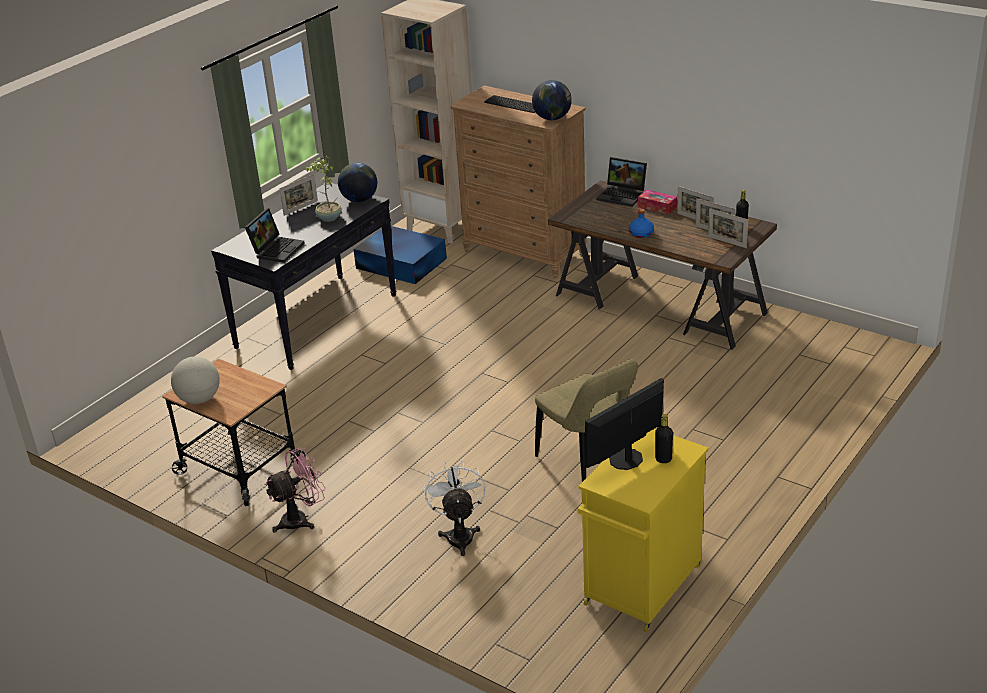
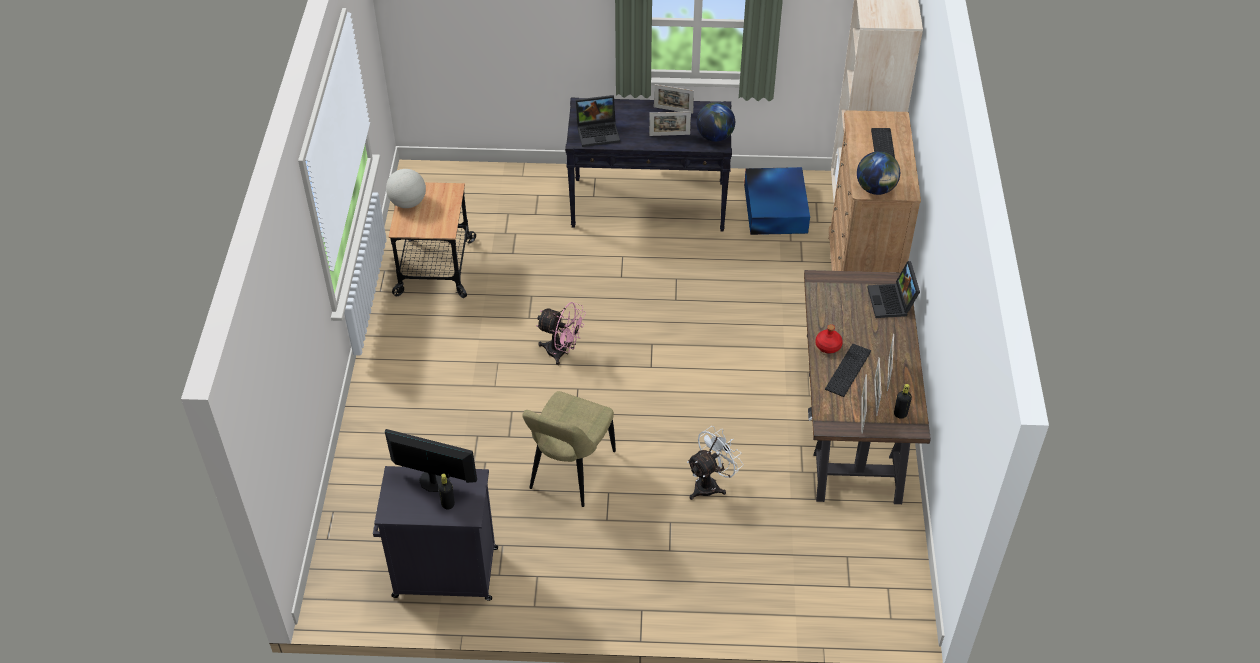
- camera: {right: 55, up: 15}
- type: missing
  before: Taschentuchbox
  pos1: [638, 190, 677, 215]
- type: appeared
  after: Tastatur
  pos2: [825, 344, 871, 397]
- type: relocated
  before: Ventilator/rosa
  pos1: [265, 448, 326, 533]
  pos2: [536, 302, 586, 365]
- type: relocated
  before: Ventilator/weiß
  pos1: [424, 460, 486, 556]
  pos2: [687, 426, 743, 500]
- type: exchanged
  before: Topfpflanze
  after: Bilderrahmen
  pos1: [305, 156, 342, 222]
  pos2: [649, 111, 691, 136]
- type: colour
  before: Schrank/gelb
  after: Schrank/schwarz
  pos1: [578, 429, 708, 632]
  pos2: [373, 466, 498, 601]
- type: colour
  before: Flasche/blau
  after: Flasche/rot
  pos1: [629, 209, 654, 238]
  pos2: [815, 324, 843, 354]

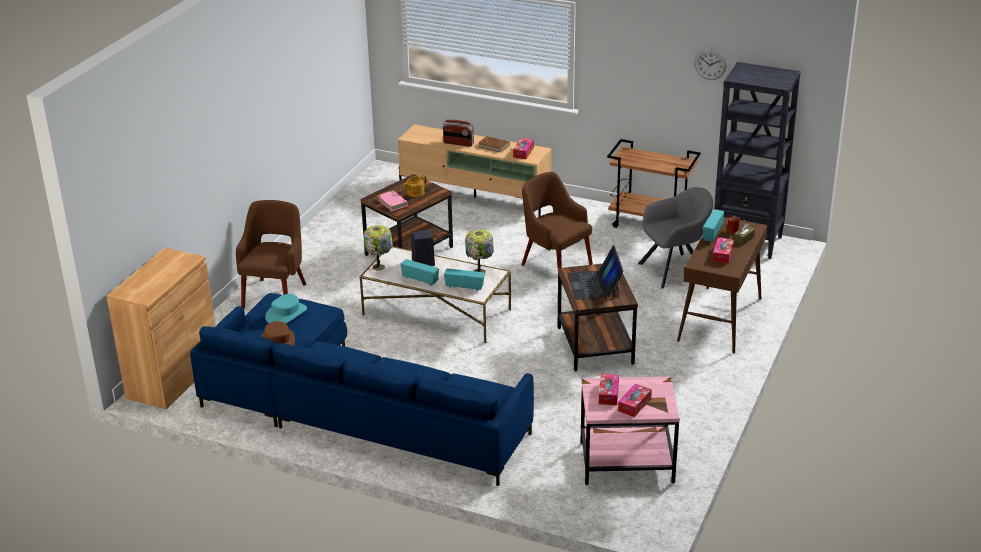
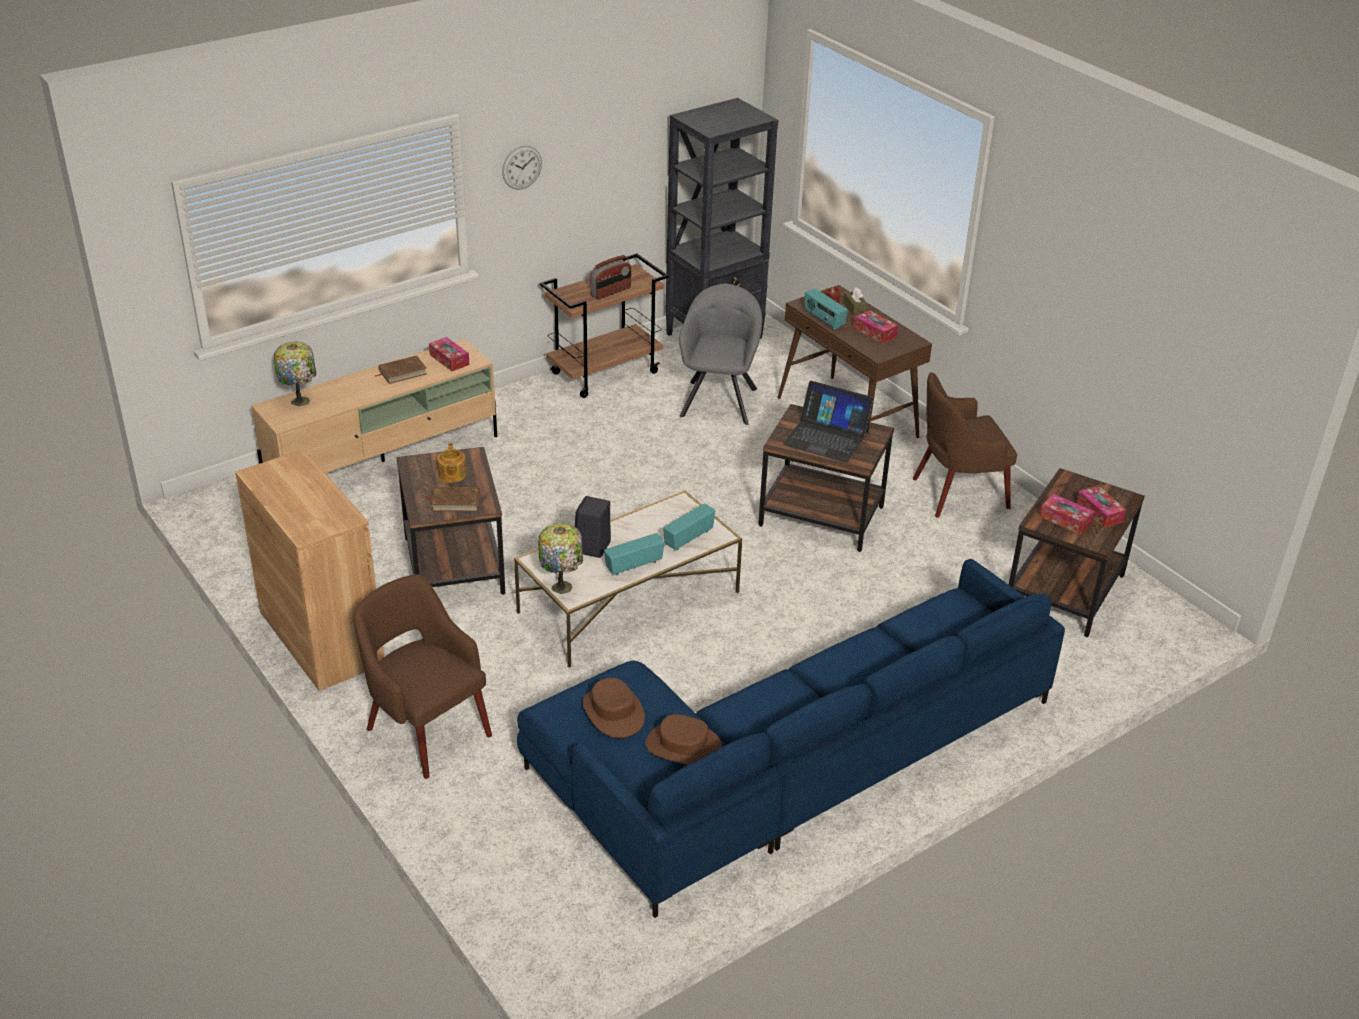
- camera: {right: -60, up: 5}
- type: relocated
  before: Schrank/braun
  pos1: [106, 248, 215, 410]
  pos2: [235, 449, 384, 691]
- type: relocated
  before: Radio
  pos1: [443, 120, 474, 147]
  pos2: [590, 255, 631, 300]
- type: relocated
  before: Tischlampe
  pos1: [465, 230, 494, 273]
  pos2: [273, 342, 316, 406]
- type: relocated
  before: Sessel/braun
  pos1: [521, 172, 593, 268]
  pos2: [913, 372, 1017, 518]
- type: relocated
  before: Wanduhr
  pos1: [695, 50, 726, 80]
  pos2: [502, 146, 542, 190]
- type: colour
  before: Hut/türkis
  after: Hut/braun
  pos1: [265, 294, 307, 323]
  pos2: [583, 678, 645, 738]
- type: colour
  before: Buch/rosa
  after: Buch/braun
  pos1: [377, 191, 408, 211]
  pos2: [426, 487, 480, 512]
- type: colour
  before: Beistelltisch/rosa
  after: Beistelltisch/braun
  pos1: [581, 377, 680, 485]
  pos2: [1009, 468, 1145, 637]

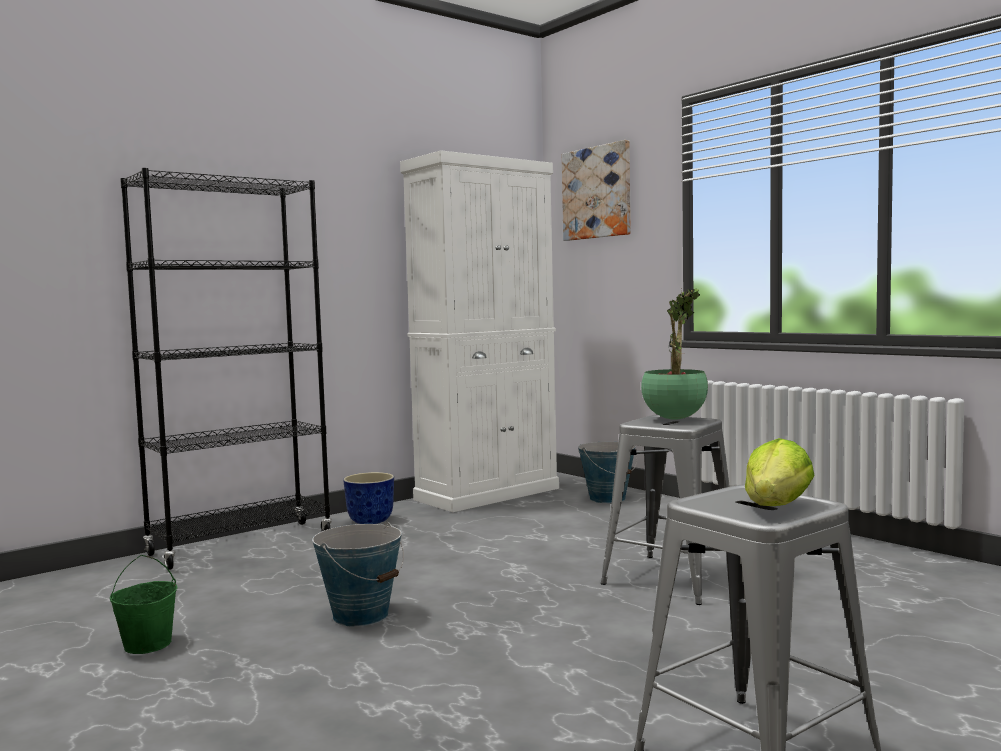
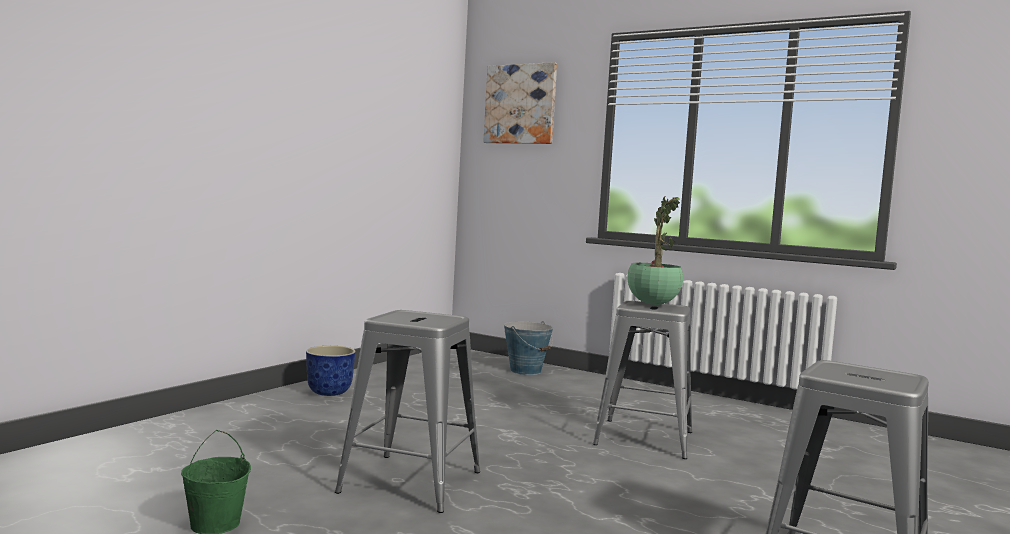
- camera: {right: -20, up: 0}
- type: missing
  before: Bücherregal/schwarz
  pos1: [120, 168, 332, 570]
- type: missing
  before: Schrank/weiß
  pos1: [400, 150, 559, 512]
- type: missing
  before: Salatkopf
  pos1: [745, 438, 815, 506]
- type: exchanged
  before: Eimer
  after: Hocker/grau
  pos1: [312, 522, 404, 627]
  pos2: [335, 310, 480, 513]

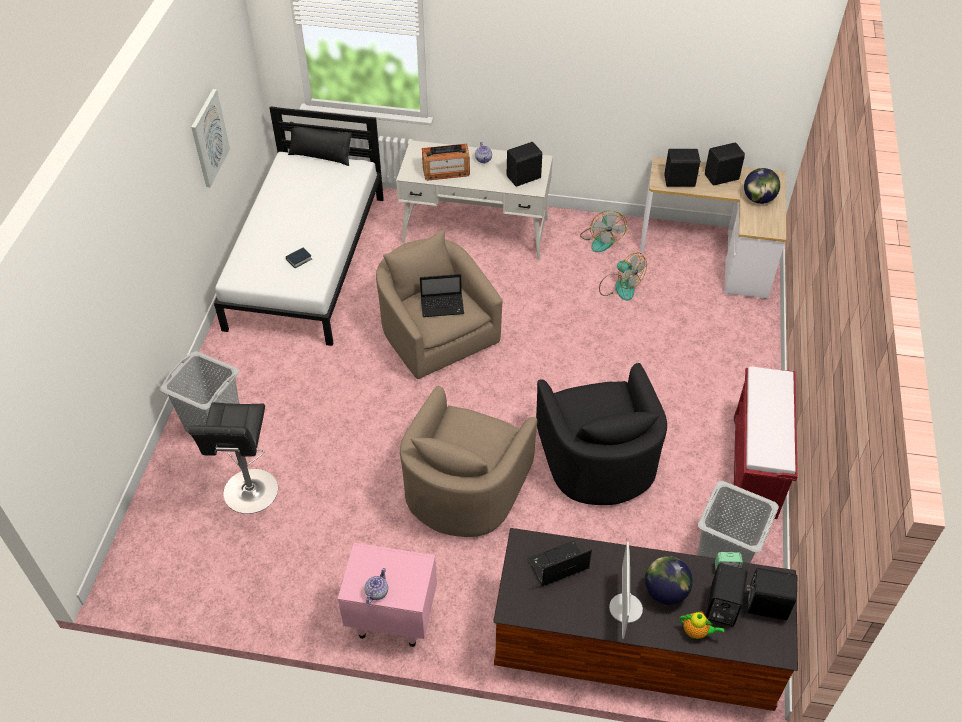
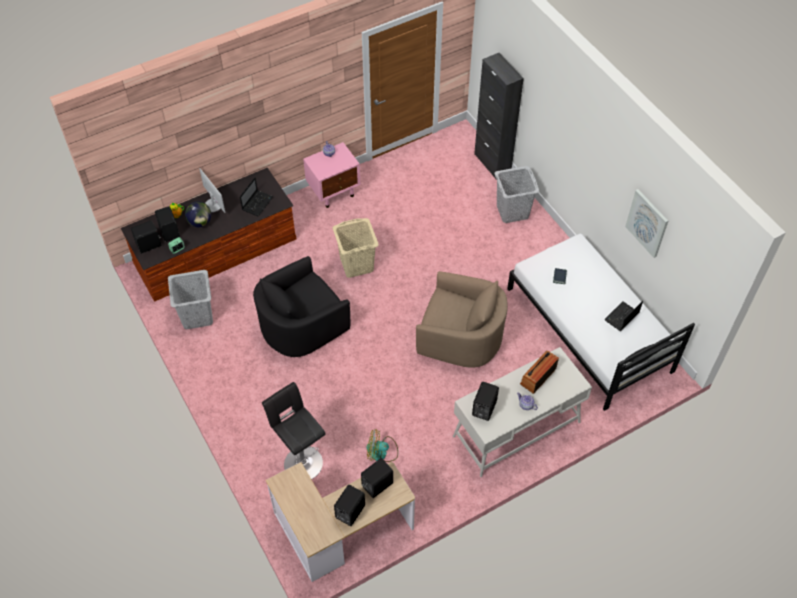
- camera: {right: 140, up: 5}
- type: missing
  before: Ventilator
  pos1: [580, 211, 627, 252]
- type: missing
  before: Bank/rot
  pos1: [734, 366, 798, 519]
- type: missing
  before: Globus
  pos1: [744, 168, 780, 204]
- type: appeared
  after: Schrank/schwarz
  pos2: [474, 53, 524, 179]
- type: relocated
  before: Hocker/schwarz
  pos1: [188, 402, 278, 514]
  pos2: [262, 382, 326, 479]
- type: relocated
  before: Laptop
  pos1: [420, 274, 464, 317]
  pos2: [604, 301, 643, 331]
- type: exchanged
  before: Sessel/beige
  after: Wäschekorb/beige
  pos1: [400, 386, 537, 537]
  pos2: [332, 218, 379, 278]
- type: spun
  before: Sessel/schwarz
  pos1: [536, 363, 667, 505]
  pos2: [253, 256, 351, 357]
  turn: -75

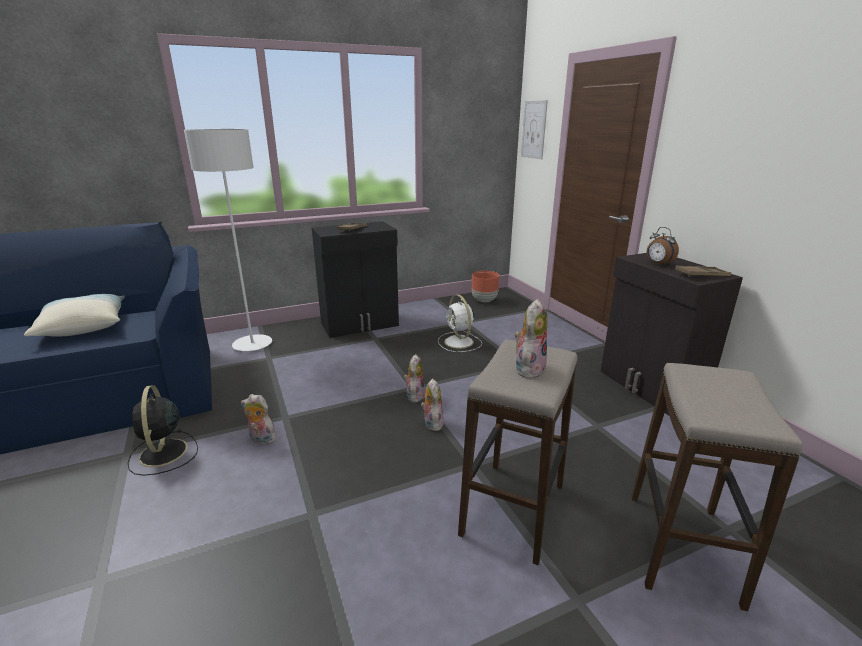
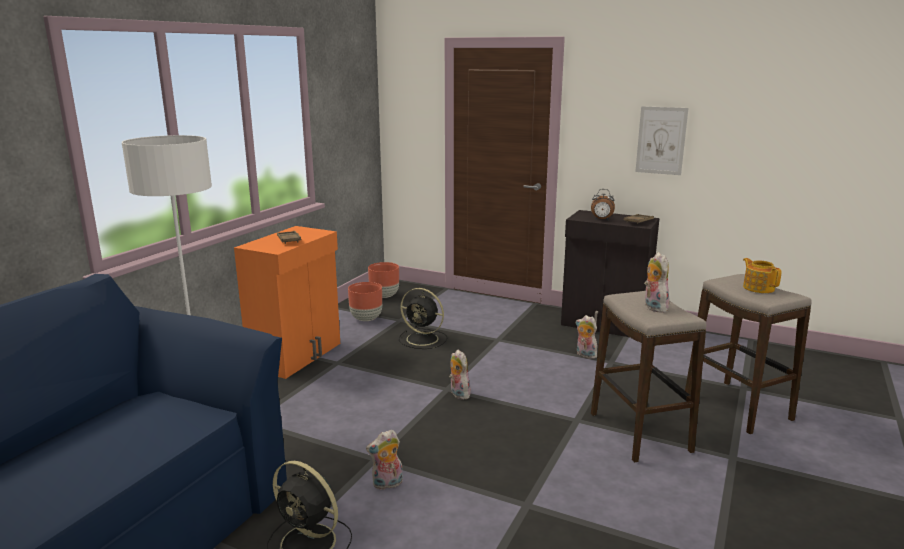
- camera: {right: -40, up: -5}
- type: missing
  before: Kissen
  pos1: [24, 294, 125, 337]
- type: appeared
  after: Pflanzkübel/braun
  pos2: [348, 282, 382, 321]
- type: appeared
  after: Teekanne
  pos2: [743, 258, 781, 293]
- type: relocated
  before: Plüschtier
  pos1: [421, 378, 444, 431]
  pos2: [575, 315, 598, 359]
- type: relocated
  before: Bild
  pos1: [521, 100, 548, 159]
  pos2: [635, 106, 688, 175]
- type: colour
  before: Schrank/schwarz
  after: Schrank/orange
  pos1: [312, 221, 399, 338]
  pos2: [234, 226, 340, 379]
- type: colour
  before: Ventilator/weiß
  after: Ventilator/schwarz
  pos1: [438, 295, 482, 352]
  pos2: [399, 288, 448, 349]

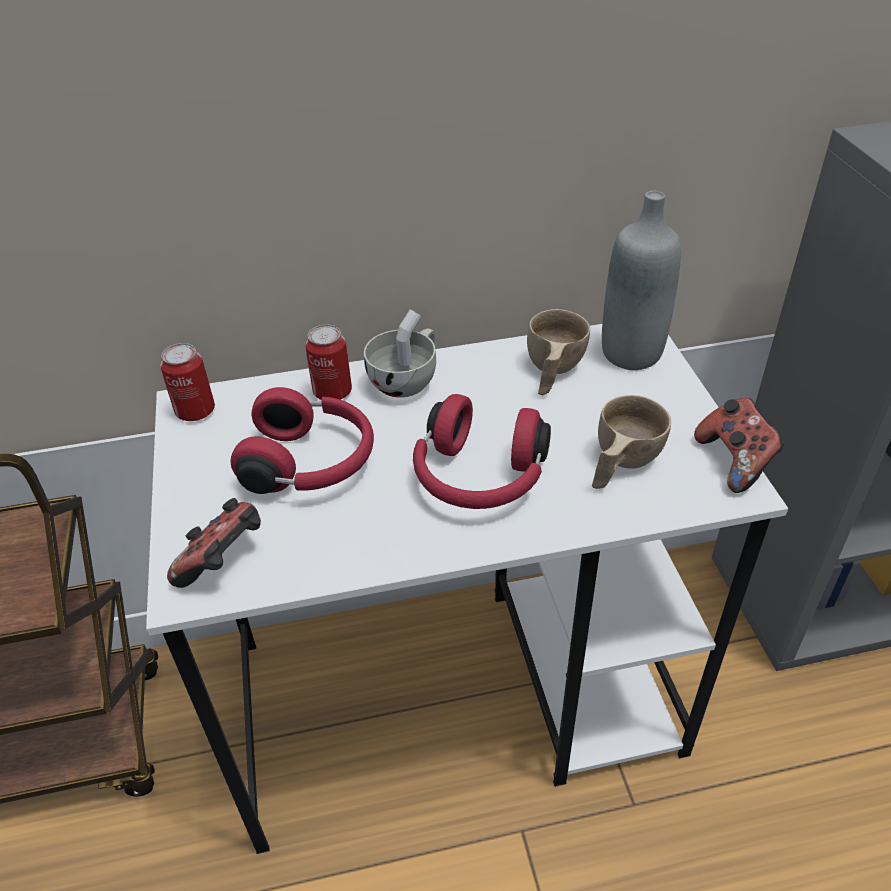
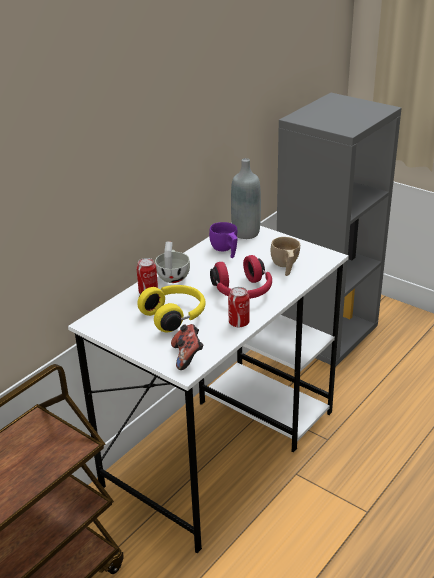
- camera: {right: -40, up: -10}
- type: missing
  before: Gamepad
  pos1: [694, 398, 785, 493]
- type: relocated
  before: Dose
  pos1: [160, 343, 215, 421]
  pos2: [228, 287, 250, 327]
- type: colour
  before: Kopfhörer/rot
  after: Kopfhörer/gelb
  pos1: [231, 387, 374, 494]
  pos2: [137, 285, 206, 332]
- type: colour
  before: Tasse/beige
  after: Tasse/lila
  pos1: [527, 309, 590, 395]
  pos2: [209, 222, 238, 258]

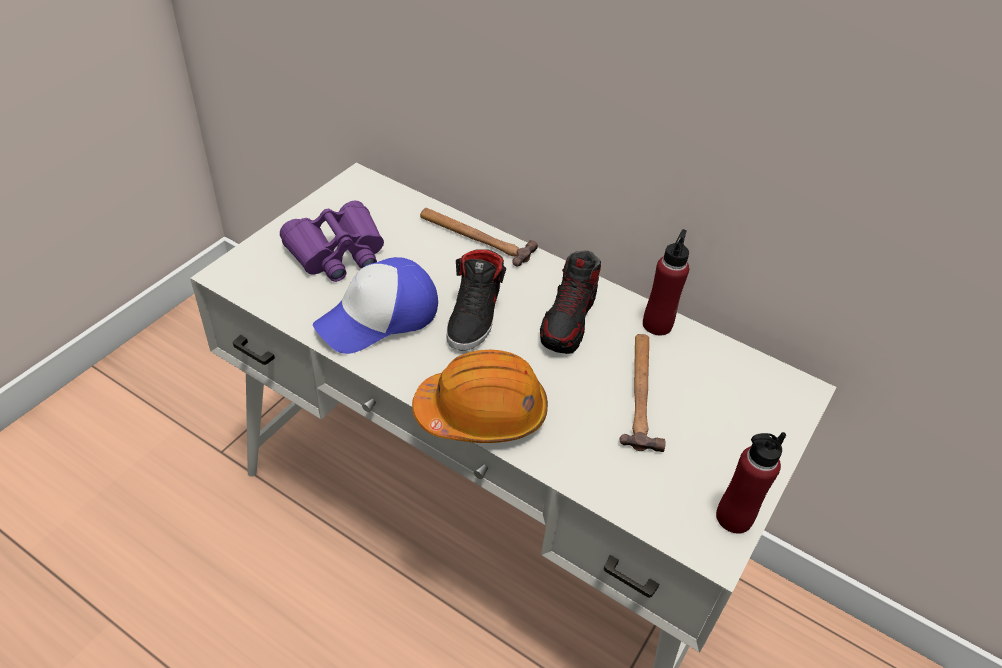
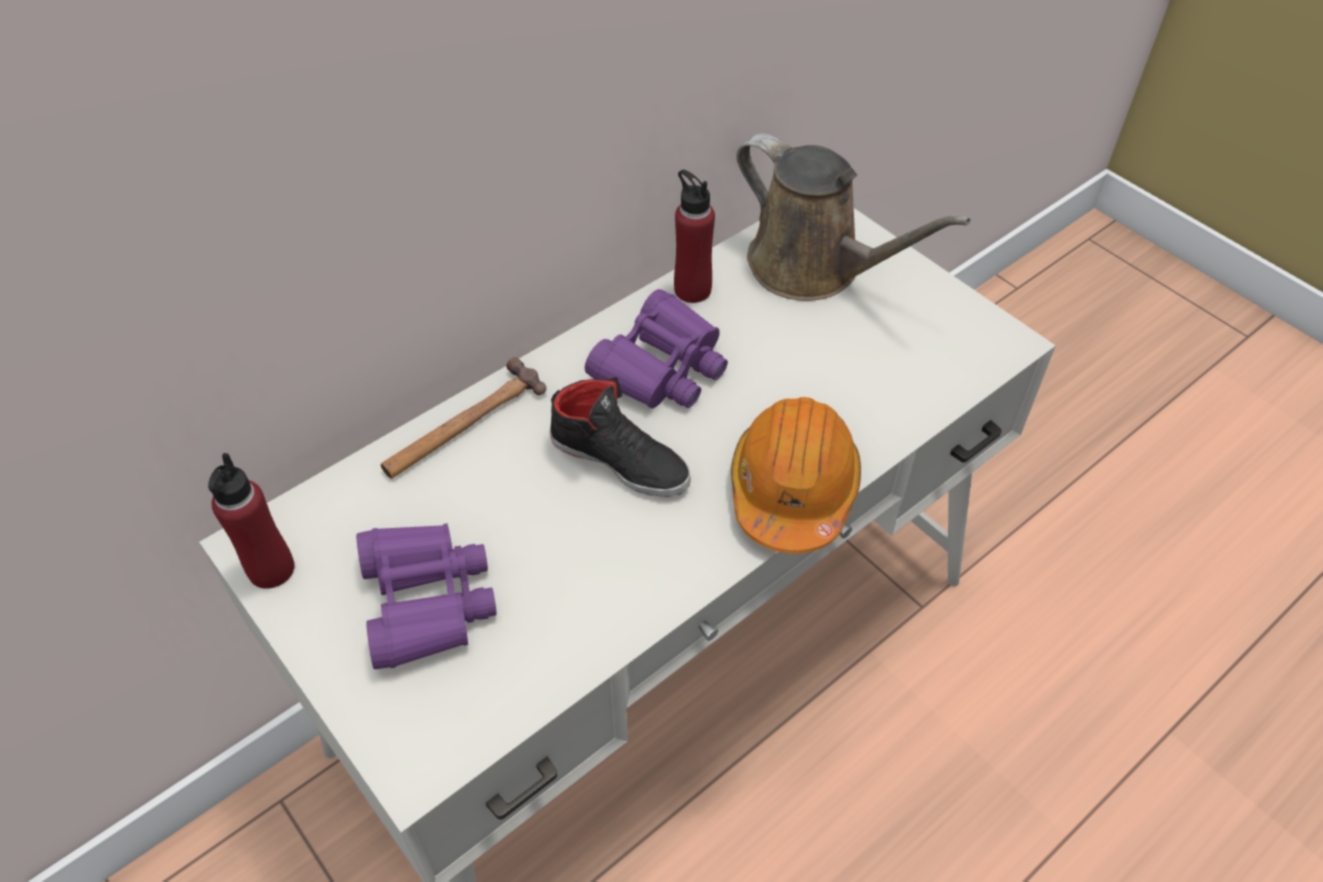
- camera: {right: -70, up: 5}
- type: missing
  before: Kappe
  pos1: [313, 257, 438, 354]
- type: missing
  before: Hammer
  pos1: [620, 334, 666, 452]
- type: appeared
  after: Gießkanne/braun
  pos2: [736, 133, 971, 301]
- type: relocated
  before: Flasche/rot
  pos1: [716, 432, 786, 534]
  pos2: [208, 453, 294, 589]
- type: exchanged
  before: Schuh
  after: Fernglas/lila
  pos1: [540, 250, 601, 354]
  pos2: [585, 289, 728, 408]

